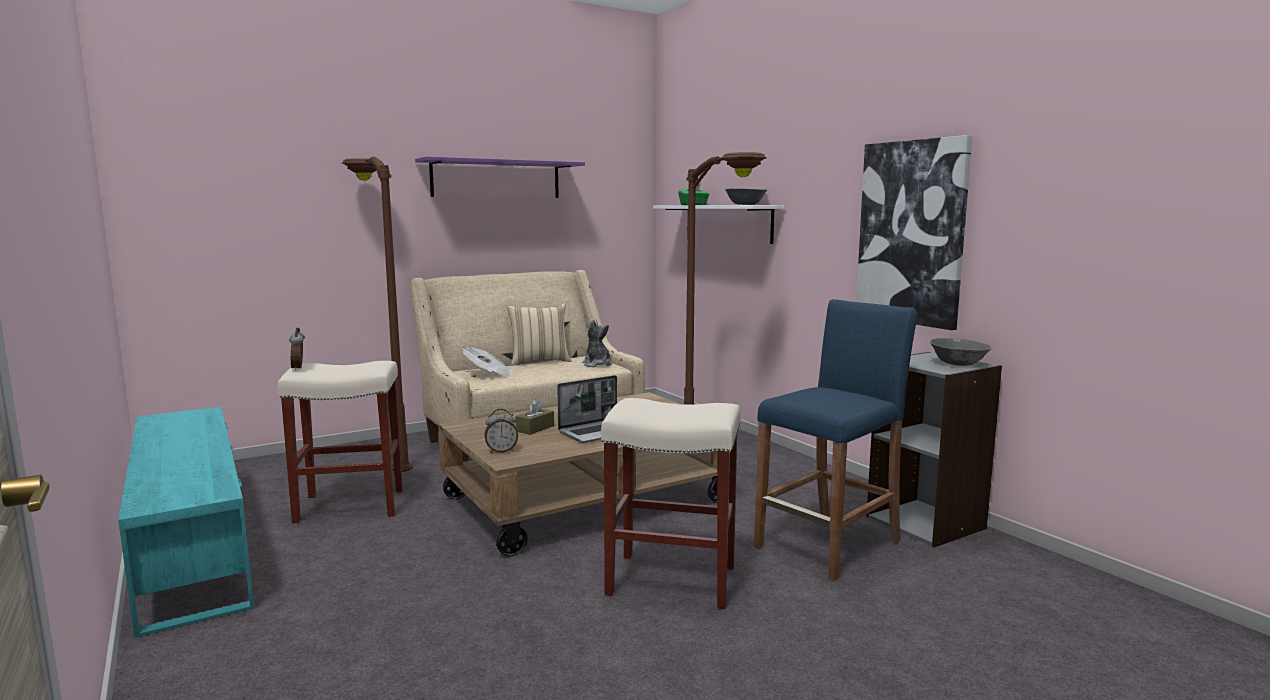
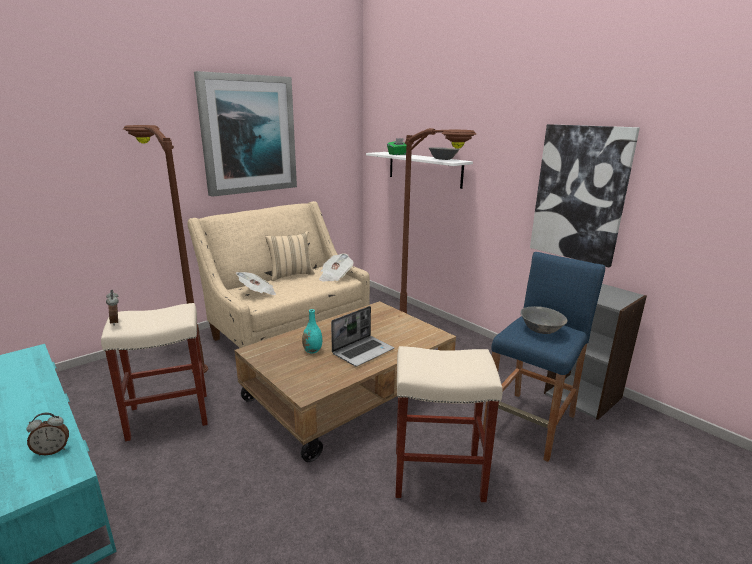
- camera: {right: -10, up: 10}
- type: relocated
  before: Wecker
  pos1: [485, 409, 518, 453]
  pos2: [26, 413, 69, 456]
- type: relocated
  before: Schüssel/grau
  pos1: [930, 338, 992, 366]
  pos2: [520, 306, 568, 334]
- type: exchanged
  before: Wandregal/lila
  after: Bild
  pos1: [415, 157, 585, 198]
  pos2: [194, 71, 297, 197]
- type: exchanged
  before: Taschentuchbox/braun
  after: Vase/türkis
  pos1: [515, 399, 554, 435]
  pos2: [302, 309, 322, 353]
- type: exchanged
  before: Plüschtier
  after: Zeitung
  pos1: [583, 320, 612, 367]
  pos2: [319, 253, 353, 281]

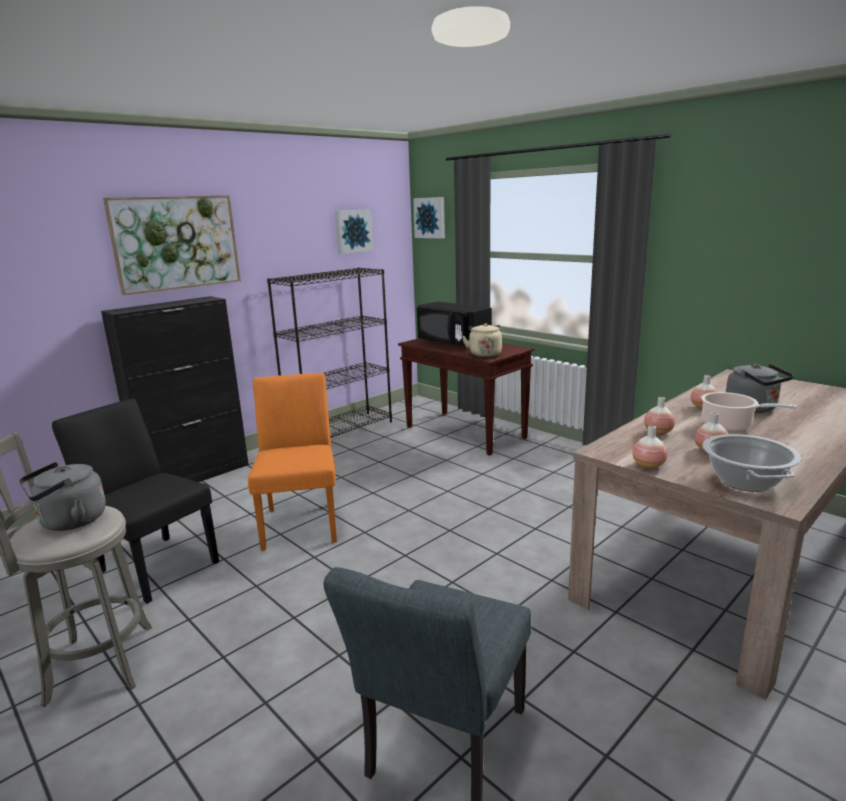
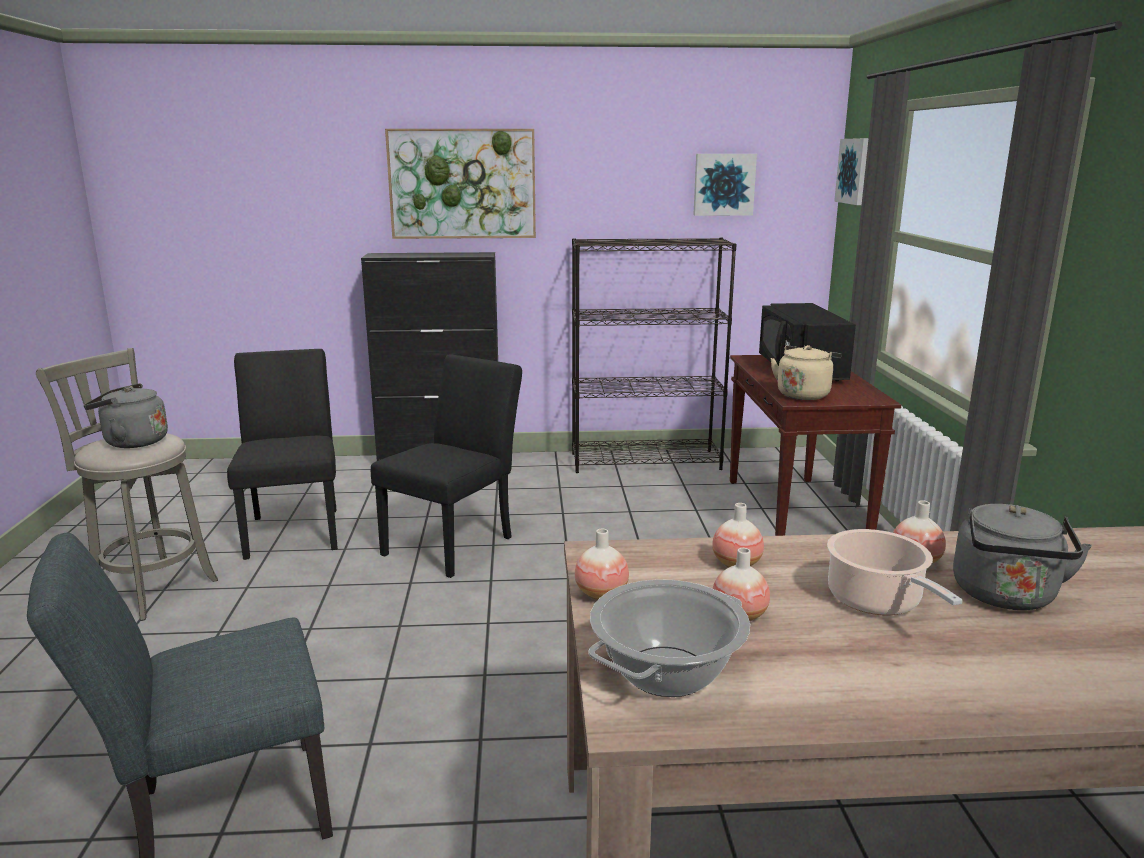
- camera: {right: 40, up: 0}
- type: colour
  before: Stuhl/orange
  after: Stuhl/schwarz
  pos1: [248, 373, 337, 551]
  pos2: [371, 354, 522, 578]

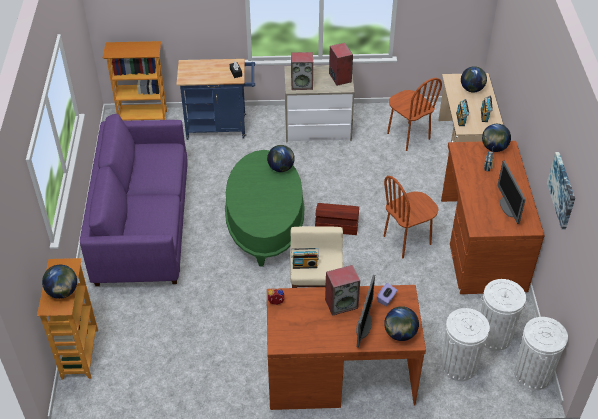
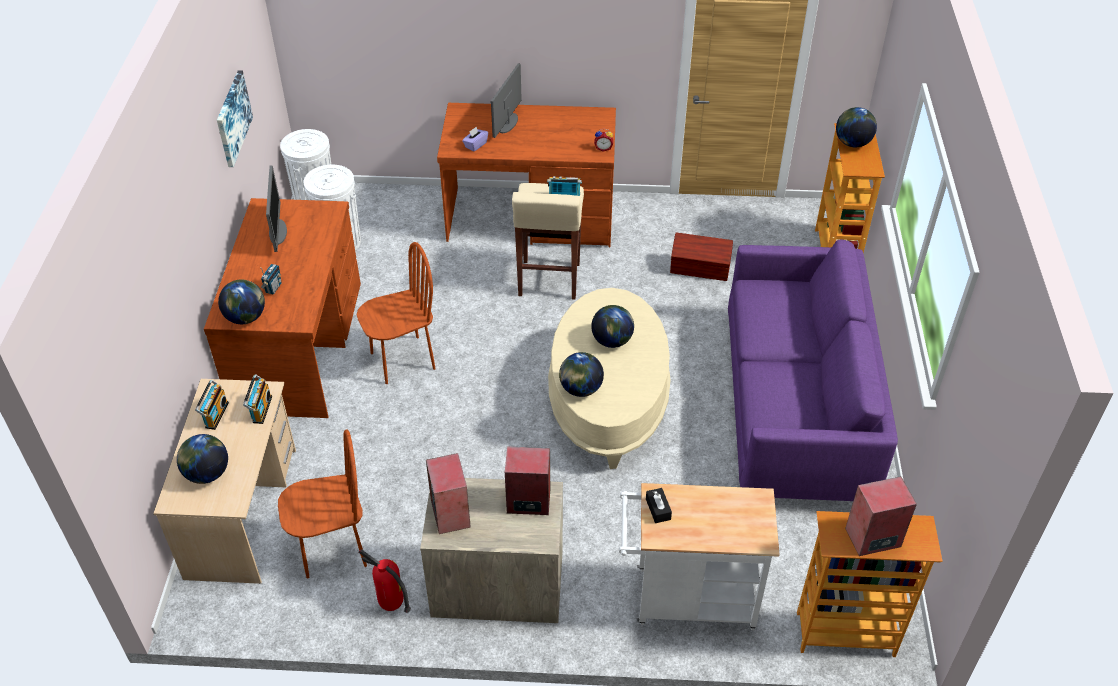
- camera: {right: -175, up: 0}
- type: missing
  before: Mülleimer/weiß
  pos1: [441, 308, 490, 381]
- type: appeared
  after: Feuerlöscher
  pos2: [359, 549, 411, 613]
- type: relocated
  before: Aufbewahrungsbox/braun
  pos1: [315, 203, 359, 235]
  pos2: [670, 232, 733, 281]
- type: relocated
  before: Lautsprecher
  pos1: [325, 265, 360, 316]
  pos2: [845, 476, 917, 556]
- type: relocated
  before: Globus
  pos1: [384, 306, 419, 341]
  pos2: [591, 305, 634, 348]
- type: colour
  before: Rollwagen/blau
  after: Rollwagen/weiß
  pos1: [176, 59, 255, 140]
  pos2: [619, 483, 780, 630]
- type: colour
  before: Couchtisch/grün
  after: Couchtisch/beige
  pos1: [225, 150, 305, 267]
  pos2: [548, 288, 671, 469]
- type: spun
  before: Stuhl/braun
  pos1: [387, 78, 442, 151]
  pos2: [278, 429, 367, 578]
  turn: 105

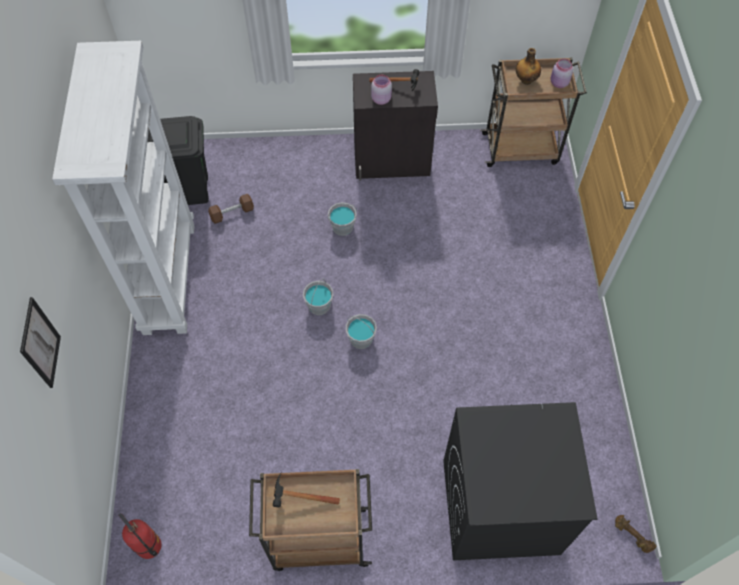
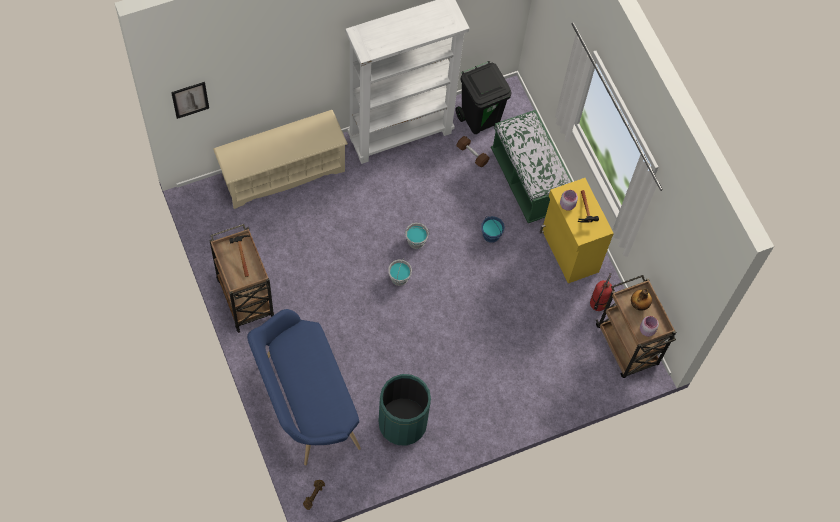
- camera: {right: 65, up: 5}
- type: appeared
  after: Schuhregal/beige
  pos2: [213, 110, 348, 209]
- type: appeared
  after: Mülleimer/grün
  pos2: [379, 374, 431, 446]
- type: appeared
  after: Bank/grün
  pos2: [491, 110, 572, 223]
- type: relocated
  before: Bild
  pos1: [20, 297, 61, 388]
  pos2: [171, 82, 209, 119]
- type: relocated
  before: Feuerlöscher
  pos1: [118, 513, 162, 559]
  pos2: [590, 273, 612, 311]
- type: exchanged
  before: Waschmaschine/schwarz
  after: Bank/blau
  pos1: [443, 402, 598, 560]
  pos2: [247, 309, 361, 465]
- type: colour
  before: Eimer/grau
  after: Eimer/blau
  pos1: [328, 202, 357, 236]
  pos2: [481, 216, 505, 243]
- type: colour
  before: Schrank/schwarz
  after: Schrank/gelb
  pos1: [353, 71, 438, 181]
  pos2: [540, 178, 614, 283]

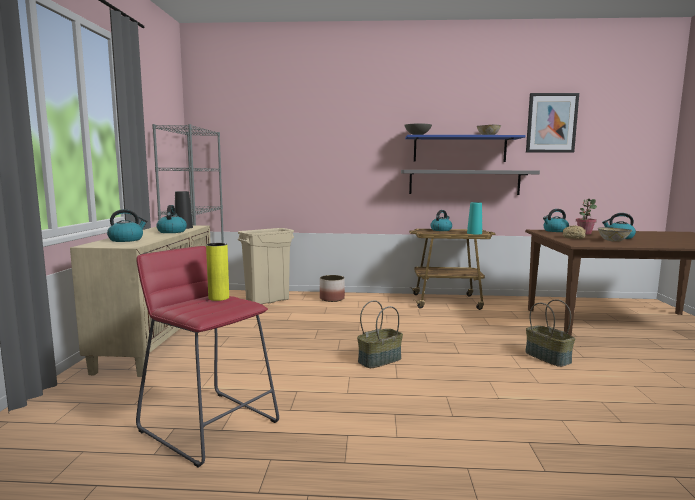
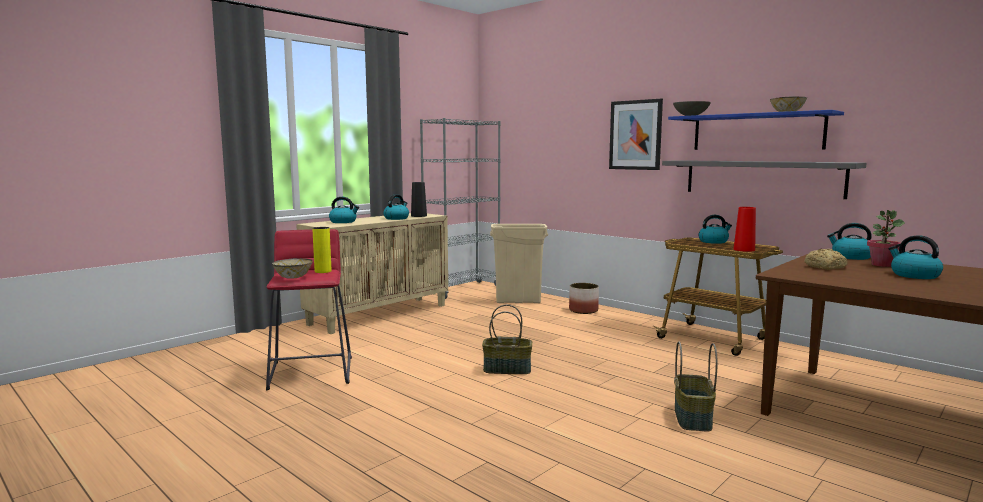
- camera: {right: 40, up: 0}
- type: relocated
  before: Bild
  pos1: [526, 93, 579, 153]
  pos2: [609, 99, 663, 170]
- type: relocated
  before: Schüssel
  pos1: [598, 227, 632, 242]
  pos2: [272, 258, 313, 279]
- type: colour
  before: Vase/türkis
  after: Vase/rot
  pos1: [467, 202, 482, 234]
  pos2: [733, 207, 756, 252]

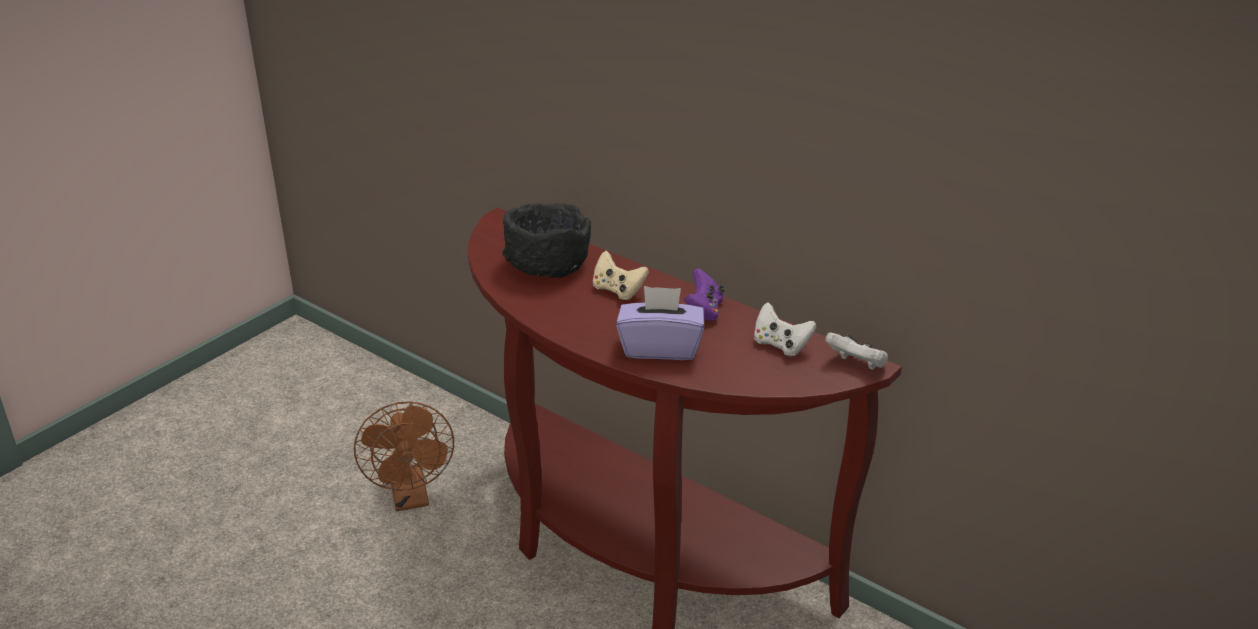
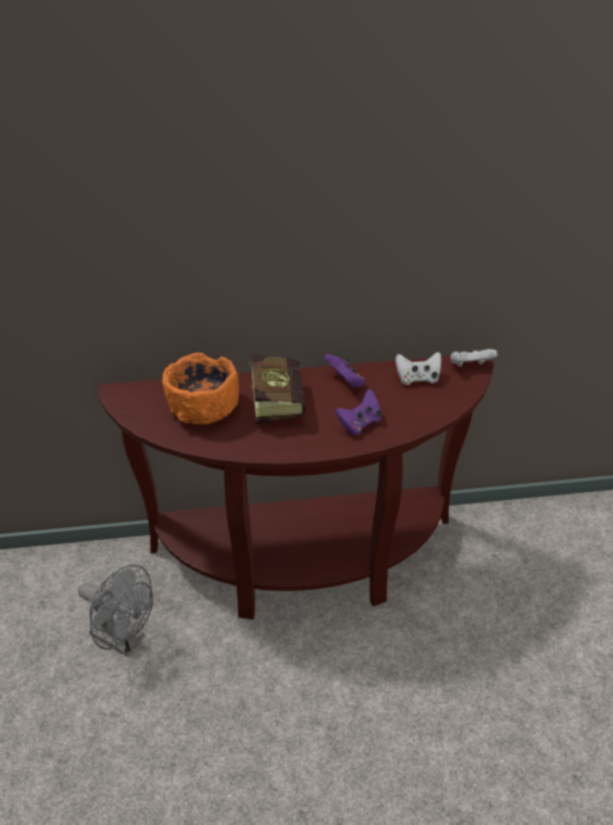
- camera: {right: -45, up: 10}
- type: exchanged
  before: Gamepad/beige
  after: Buch
  pos1: [593, 251, 649, 300]
  pos2: [249, 354, 306, 424]
- type: exchanged
  before: Taschentuchbox/lila
  after: Gamepad/lila
  pos1: [616, 286, 704, 360]
  pos2: [335, 389, 382, 435]
- type: colour
  before: Ventilator/braun
  after: Ventilator/grau
  pos1: [354, 402, 454, 511]
  pos2: [78, 564, 153, 656]
- type: colour
  before: Schüssel/schwarz
  after: Schüssel/orange
  pos1: [502, 203, 591, 278]
  pos2: [162, 353, 239, 424]

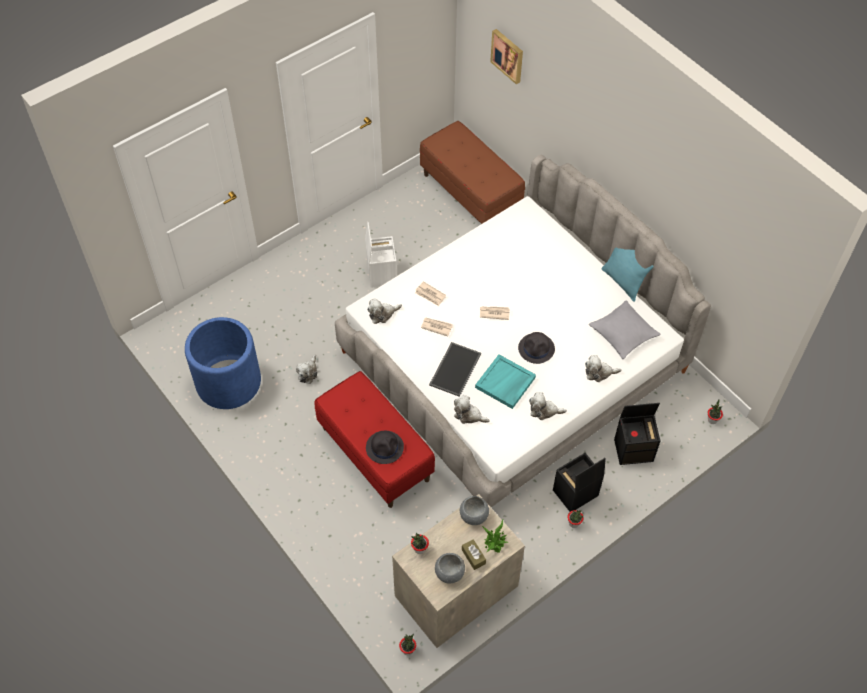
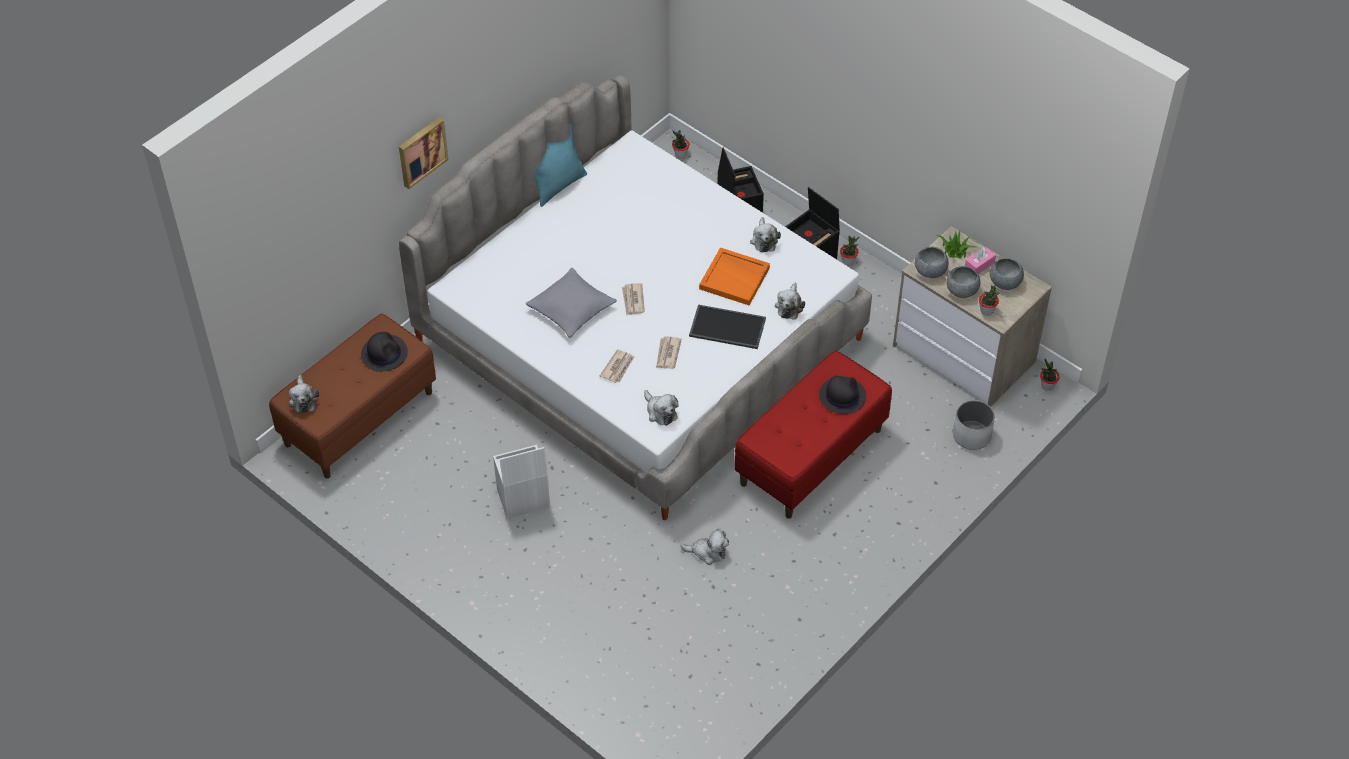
- camera: {right: -100, up: -5}
- type: missing
  before: Pflanzkübel/blau
  pos1: [185, 317, 261, 409]
- type: appeared
  after: Schüssel/grau
  pos2: [947, 266, 980, 298]
- type: appeared
  after: Pflanzkübel/weiß
  pos2: [953, 400, 995, 450]
- type: relocated
  before: Bild
  pos1: [490, 29, 523, 84]
  pos2: [399, 117, 449, 189]
- type: relocated
  before: Hut/schwarz
  pos1: [518, 332, 555, 364]
  pos2: [361, 332, 408, 372]
- type: relocated
  before: Plüschtier
  pos1: [585, 355, 621, 382]
  pos2: [289, 375, 319, 413]
- type: relocated
  before: Kissen/grau
  pos1: [589, 300, 661, 359]
  pos2: [525, 268, 617, 338]
- type: colour
  before: Taschentuchbox/braun
  after: Taschentuchbox/rosa
  pos1: [462, 539, 486, 570]
  pos2: [965, 247, 996, 274]
- type: colour
  before: Tablett/türkis
  after: Tablett/orange
  pos1: [475, 354, 536, 409]
  pos2: [699, 247, 770, 305]

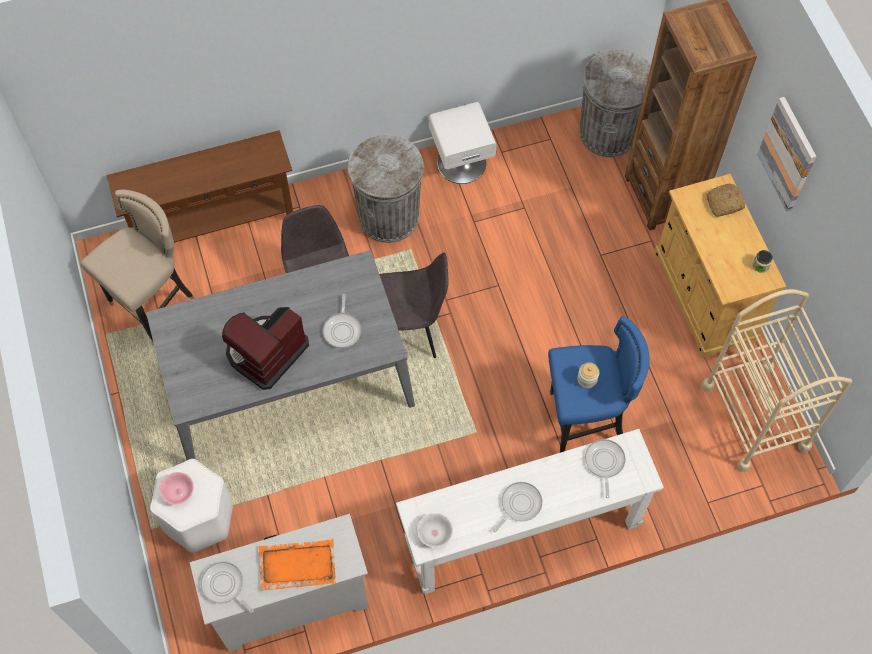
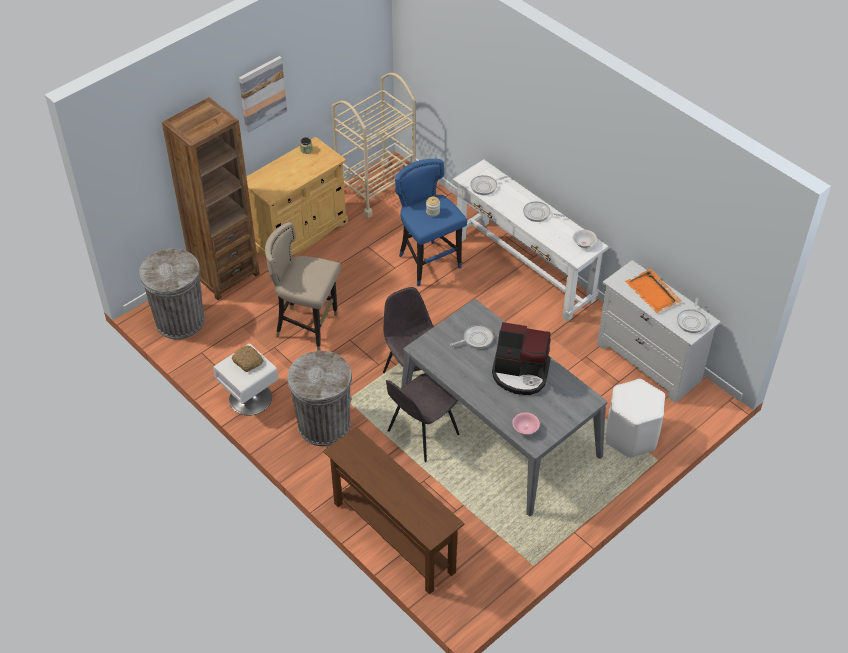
- camera: {right: -115, up: -15}
- type: relocated
  before: Hocker/beige
  pos1: [80, 190, 195, 342]
  pos2: [265, 222, 341, 351]
- type: relocated
  before: Schüssel/rosa
  pos1: [159, 472, 194, 504]
  pos2: [512, 413, 540, 435]
- type: relocated
  before: Brot
  pos1: [707, 183, 745, 217]
  pos2: [232, 345, 264, 372]

